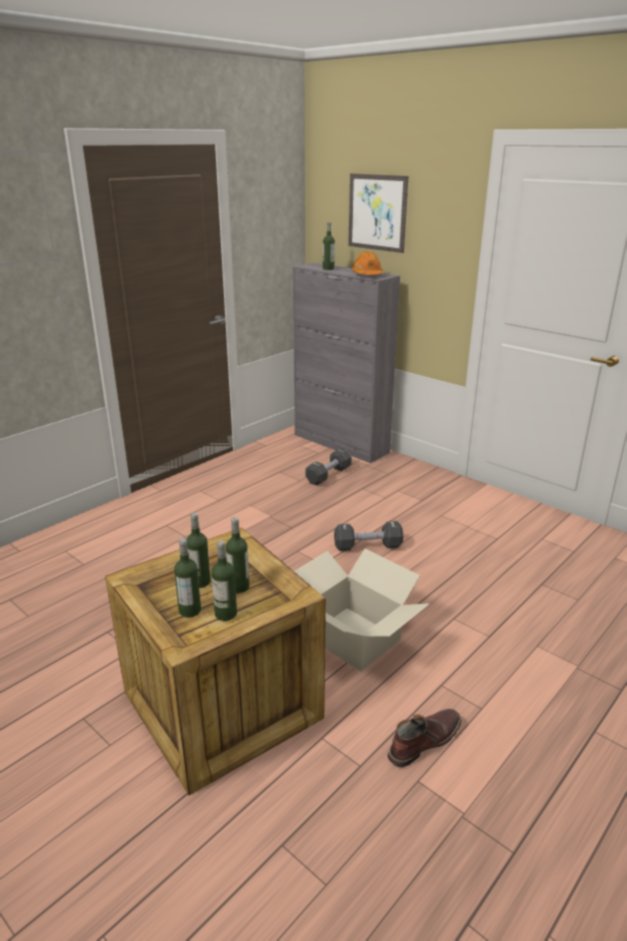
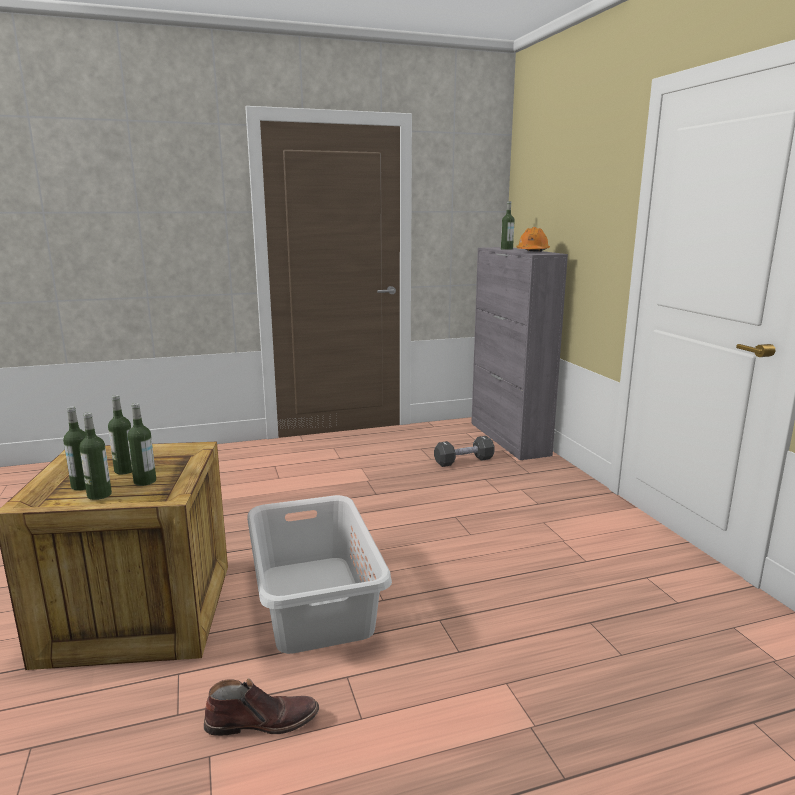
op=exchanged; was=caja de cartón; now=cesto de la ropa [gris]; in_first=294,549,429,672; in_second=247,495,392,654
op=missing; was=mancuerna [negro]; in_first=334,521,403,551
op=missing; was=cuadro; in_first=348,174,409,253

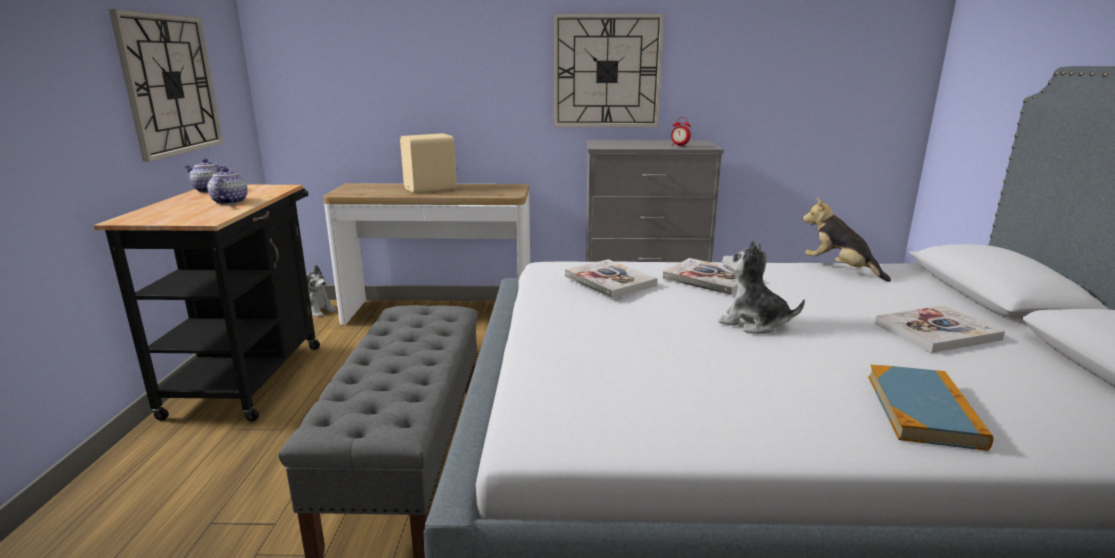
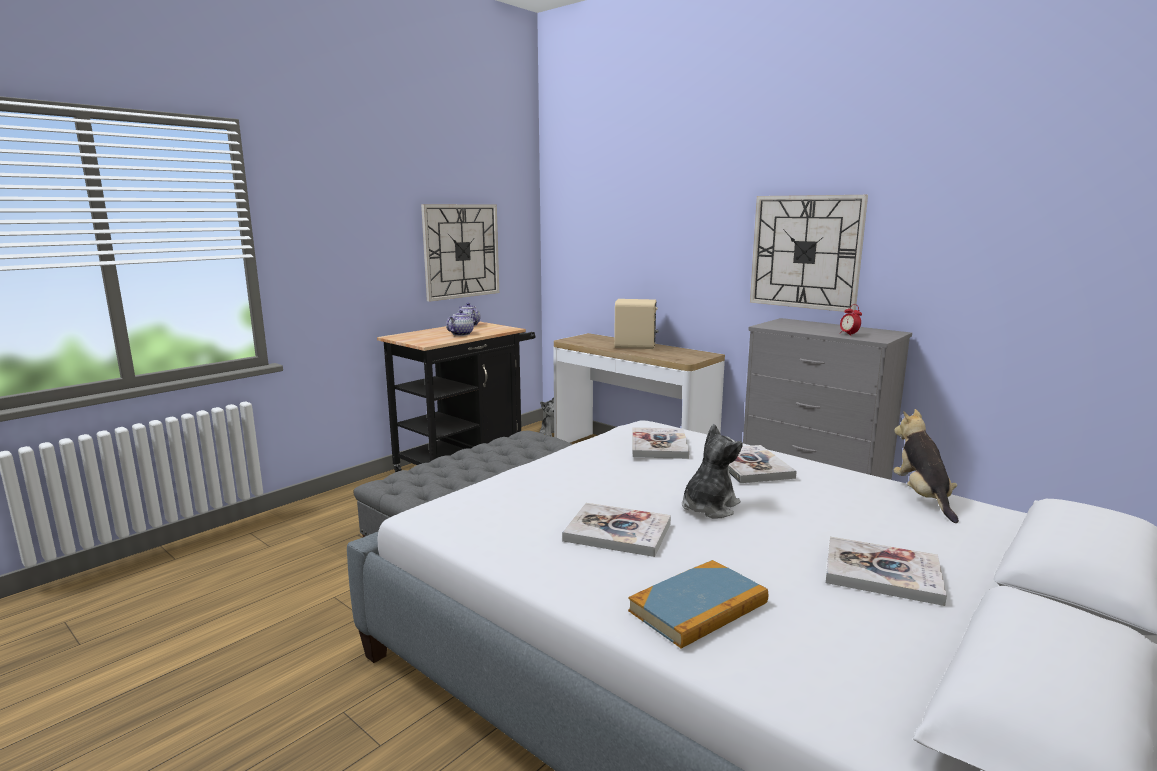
op=appeared; now=libro; in_second=562,503,671,557
op=spun; was=peluche; in_first=718,240,805,334; in_second=682,424,743,518; clockwise=60

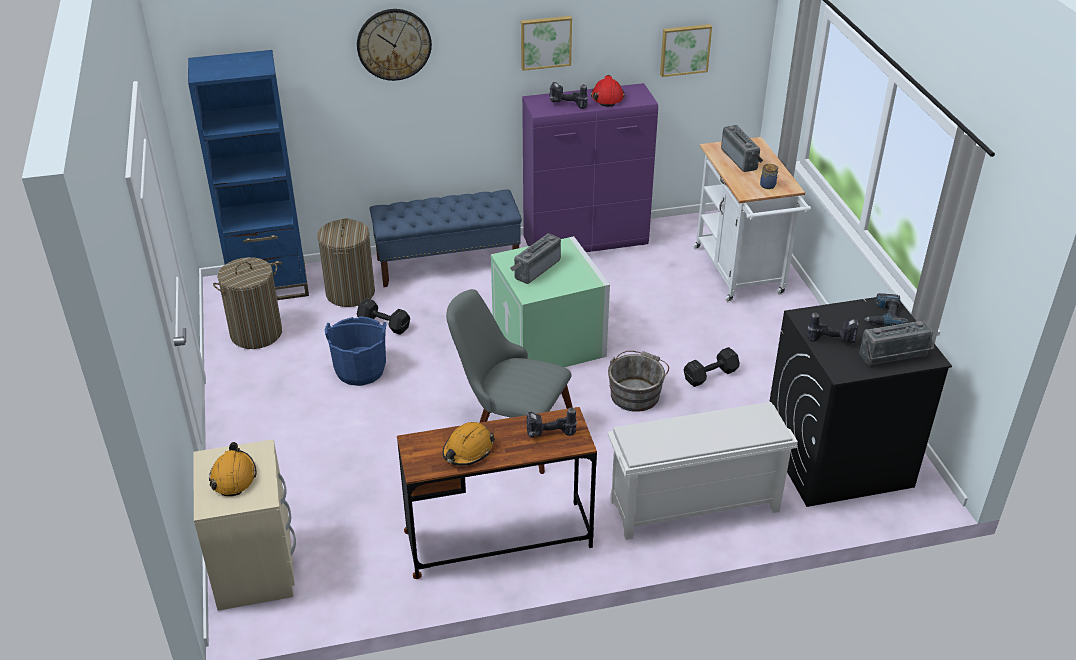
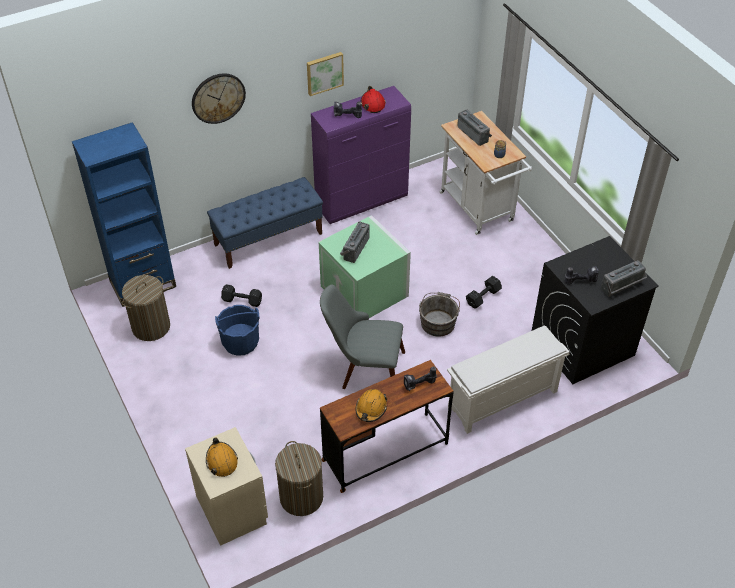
op=relocated; was=cesto de la ropa; in_first=317,218,375,307; in_second=275,441,323,516
op=missing; was=cuadro; in_first=660,24,712,77
op=missing; was=taladro; in_first=865,293,909,326

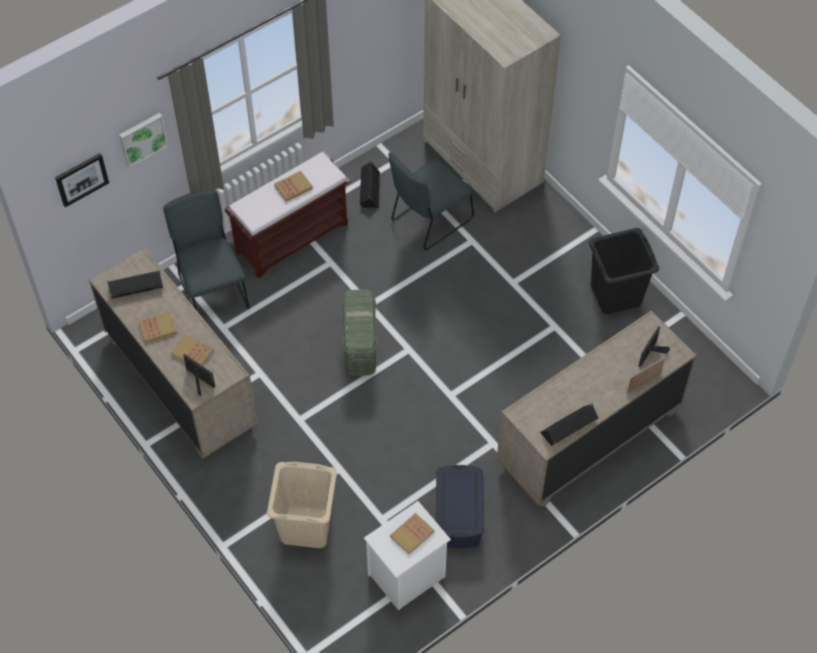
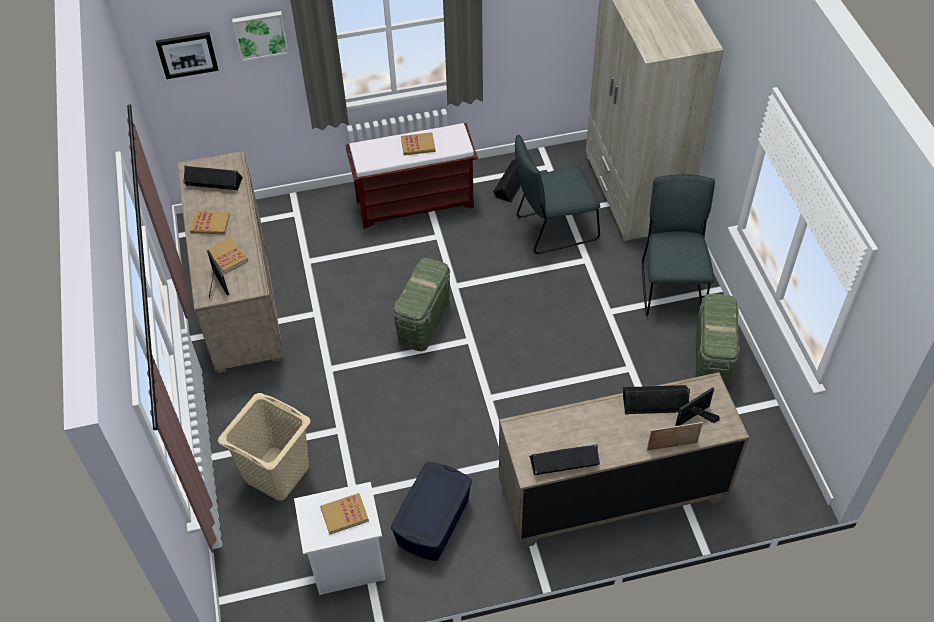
op=appeared; now=altavoz [negro]; in_second=623,385,690,414
op=relocated; was=silla [gris]; in_first=163,190,250,310; in_second=642,174,715,316
op=exchanged; was=cesto de la ropa [negro]; now=caja de almacenaje [verde]; in_first=589,228,659,314; in_second=695,294,740,388

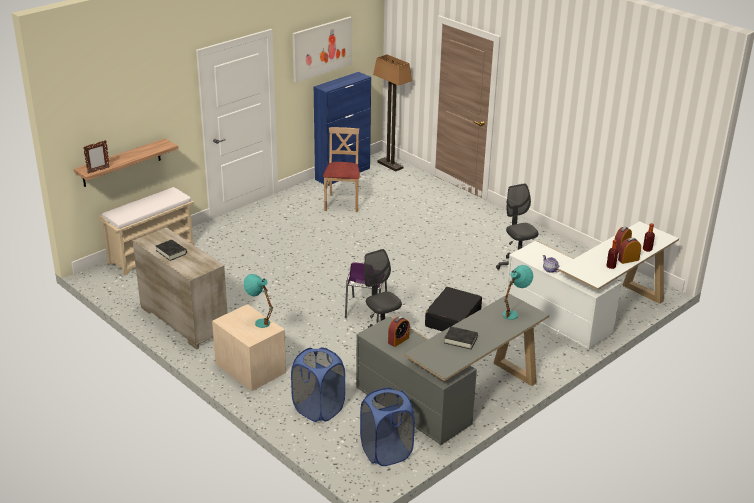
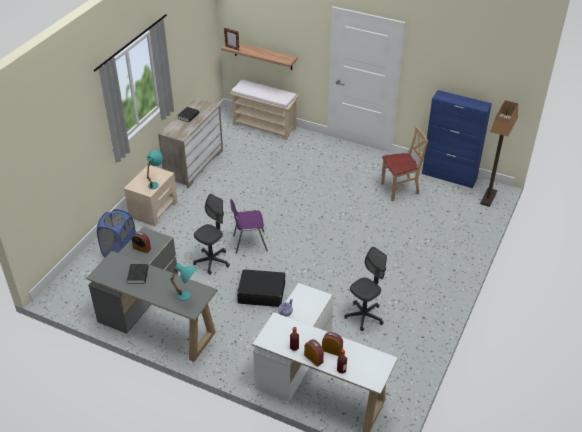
op=missing; was=cuadro; in_first=292,17,352,83
op=missing; was=cesto de la ropa [azul]; in_first=360,387,415,466

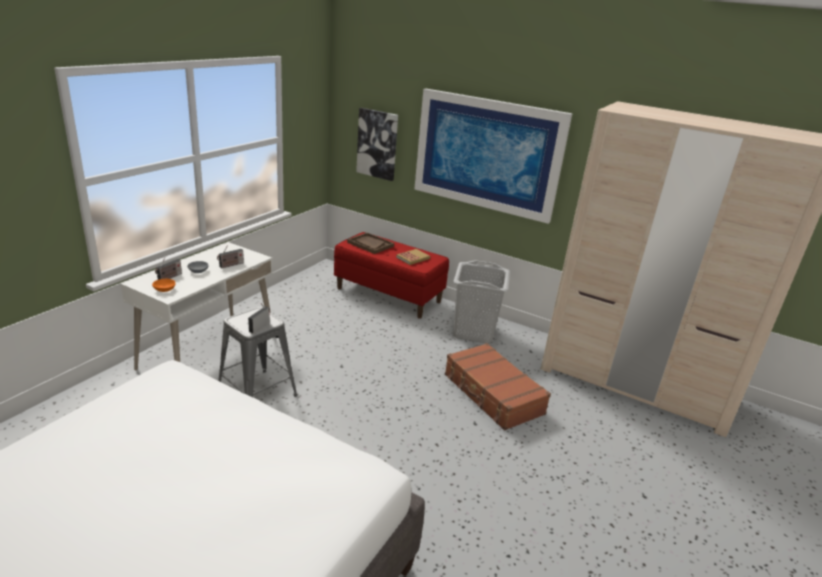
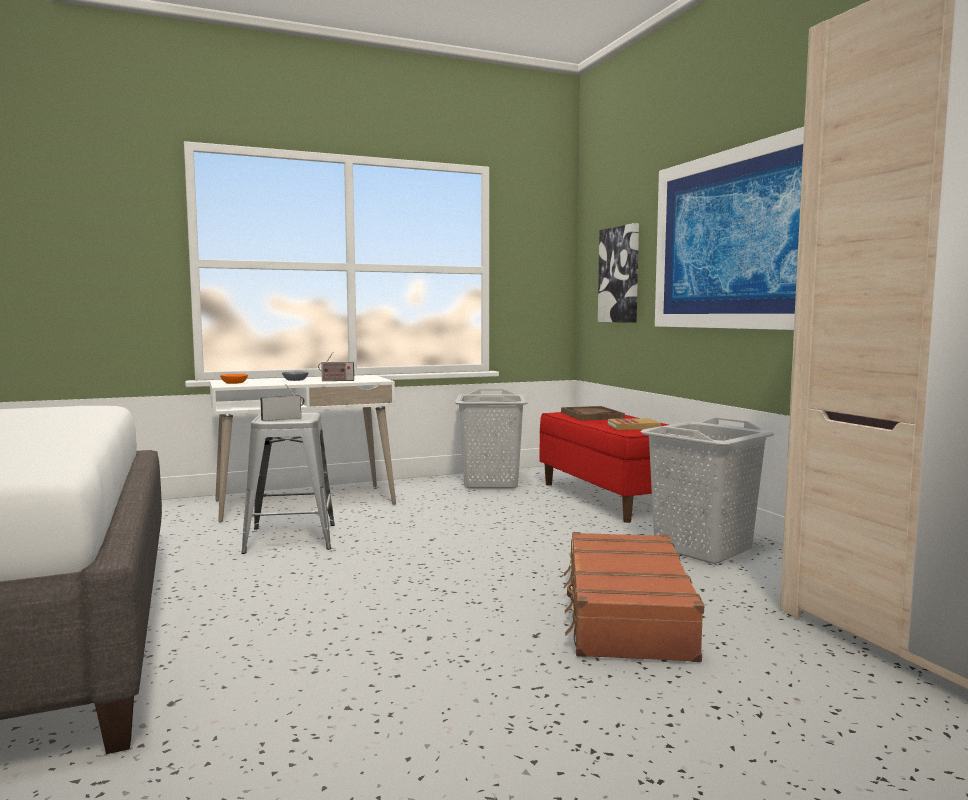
op=appeared; now=cesto de la ropa [gris]; in_second=455,389,527,489
op=missing; was=radio; in_first=155,257,182,280

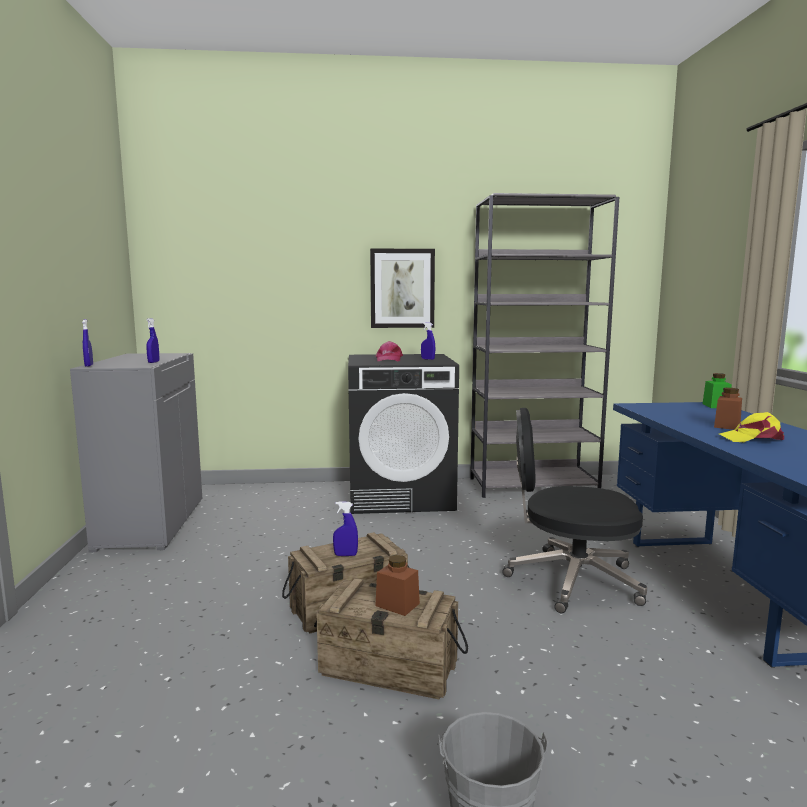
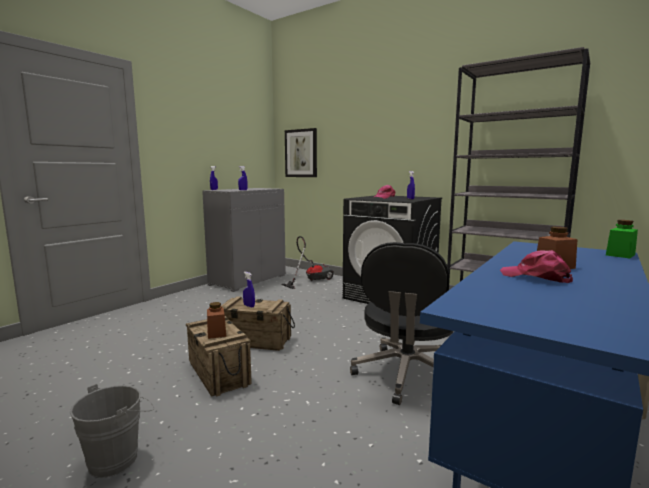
op=appeared; now=aspiradora; in_second=281,236,334,289
op=relocated; was=cuadro; in_first=370,248,435,328; in_second=285,128,317,177
op=spun; was=silla de oficina [negro]; in_first=502,408,647,613; in_second=350,242,453,405; clockwise=-120
op=colour; was=gorra [amarillo]; now=gorra [rosa]; in_first=720,412,784,442; in_second=500,250,573,283

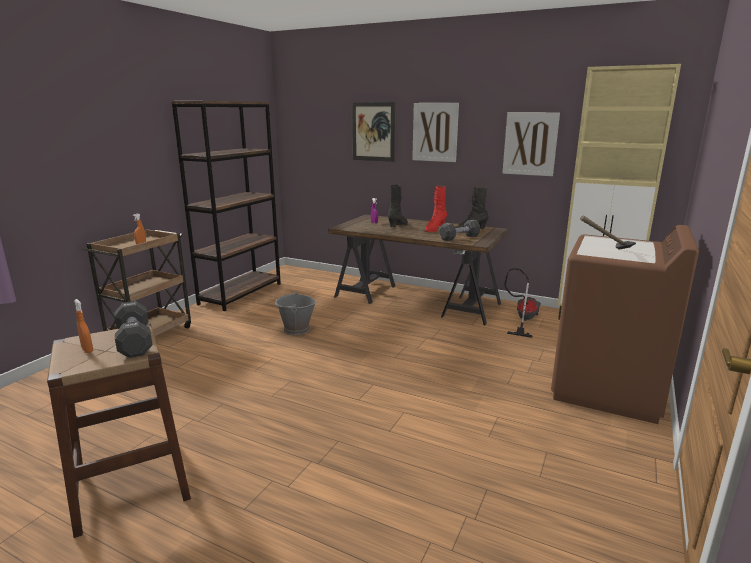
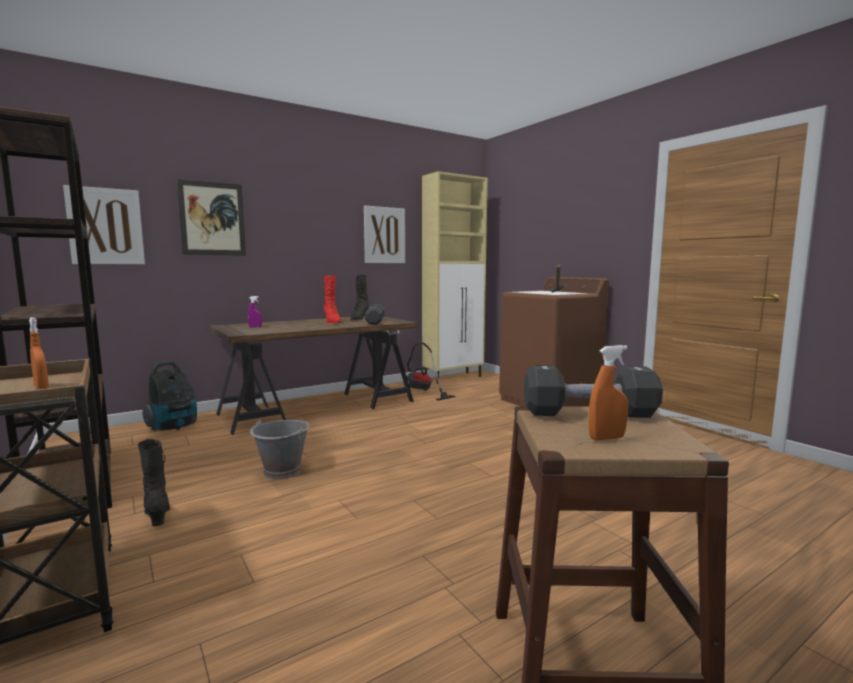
op=relocated; was=cuadro; in_first=412,103,459,162; in_second=63,185,145,264
op=relocated; was=bota [negro]; in_first=388,184,408,227; in_second=138,438,170,527
op=appeared; now=aspiradora; in_second=143,361,197,431

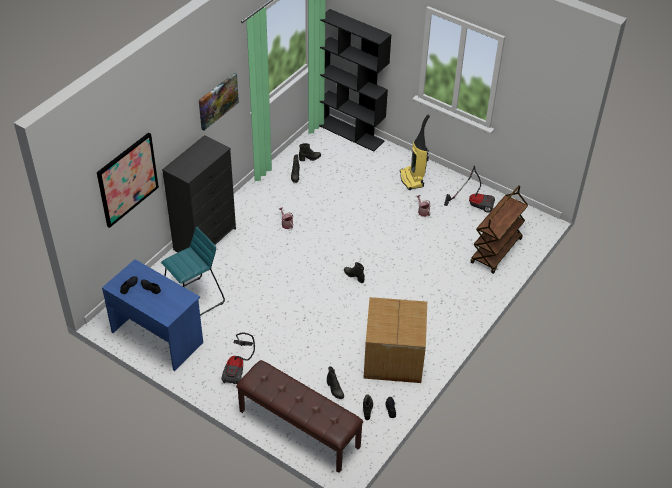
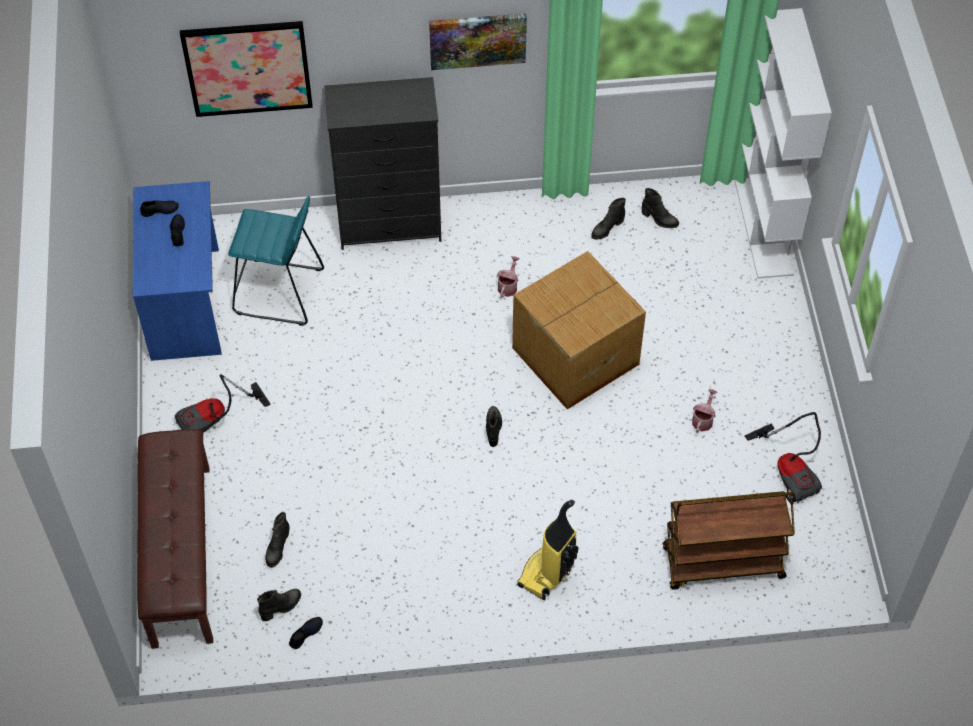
op=relocated; was=caja de cartón; in_first=363,297,427,383; in_second=512,251,646,410
op=relocated; was=aspiradora; in_first=400,114,430,190; in_second=517,500,578,600
op=colour; was=estantería [negro]; now=estantería [blanco]; in_first=319,9,392,152; in_second=734,8,832,279

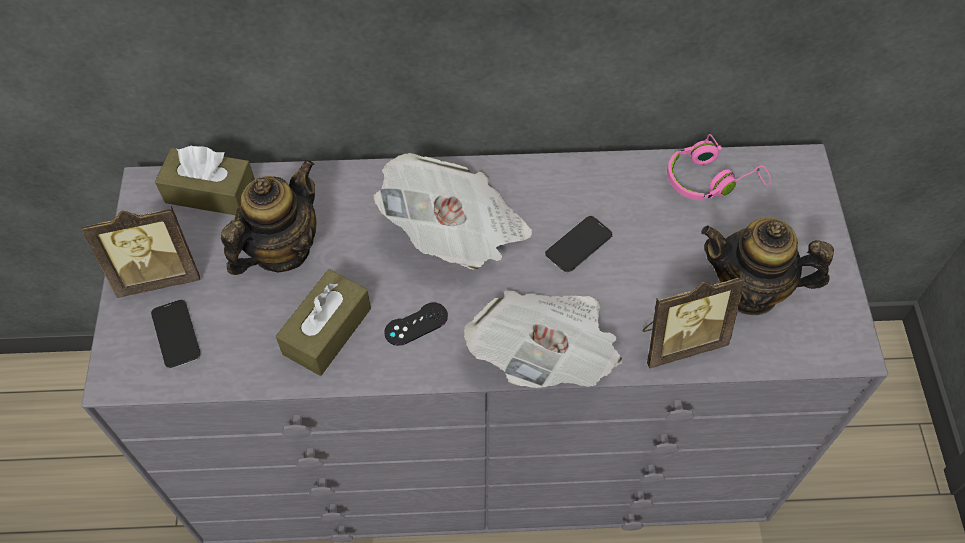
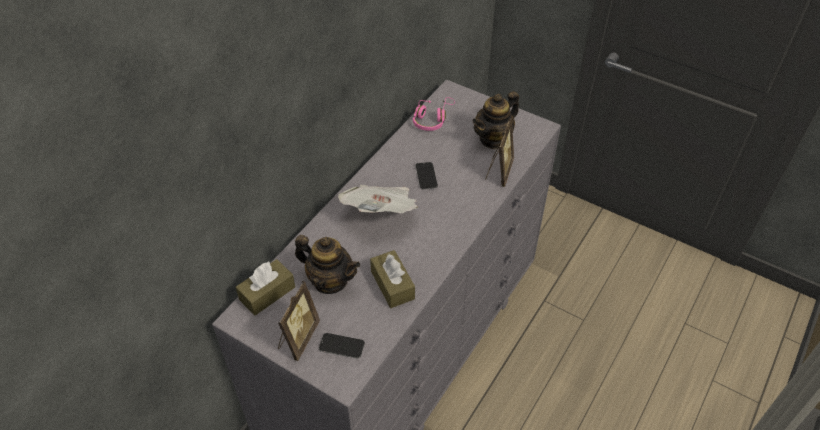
op=spun; was=tetera; in_first=221,160,316,275; in_second=295,235,360,294; clockwise=135
op=missing; was=mando de consola [negro]; in_first=384,302,448,346
op=missing; was=periódico; in_first=464,290,622,388

